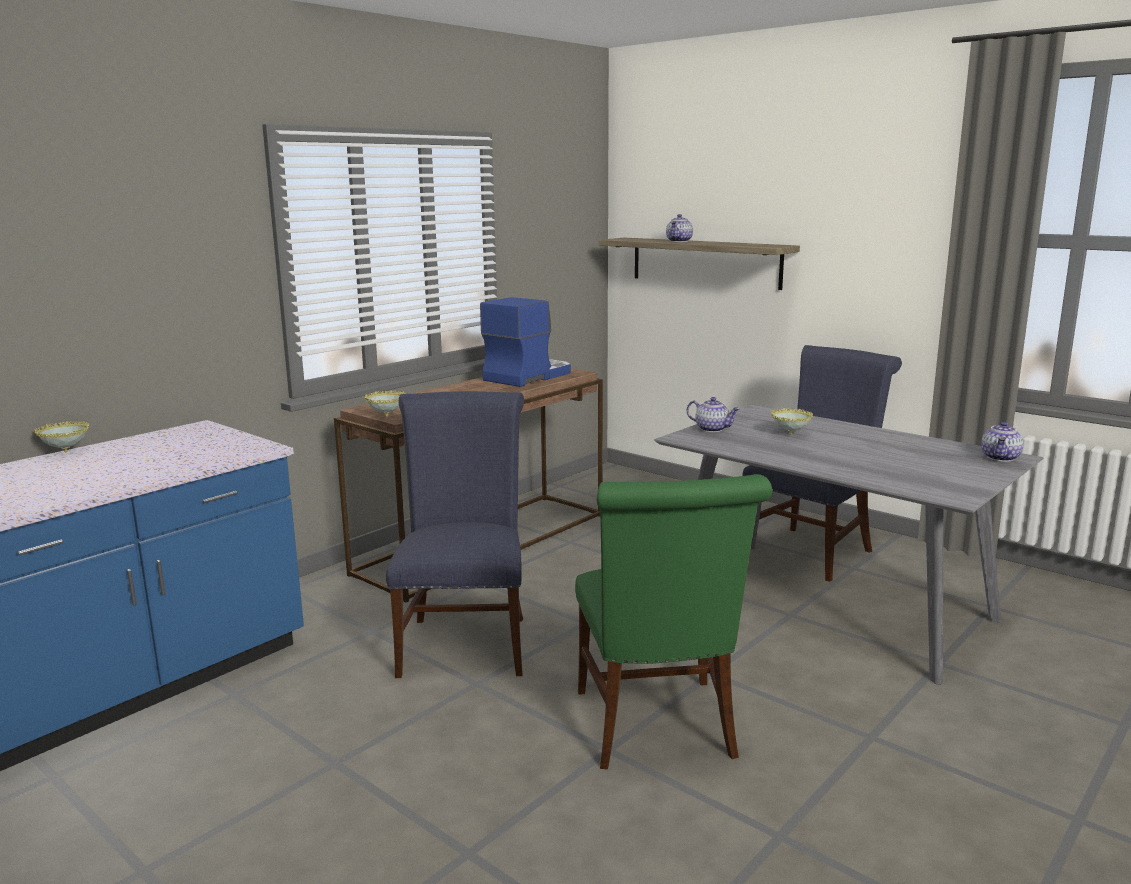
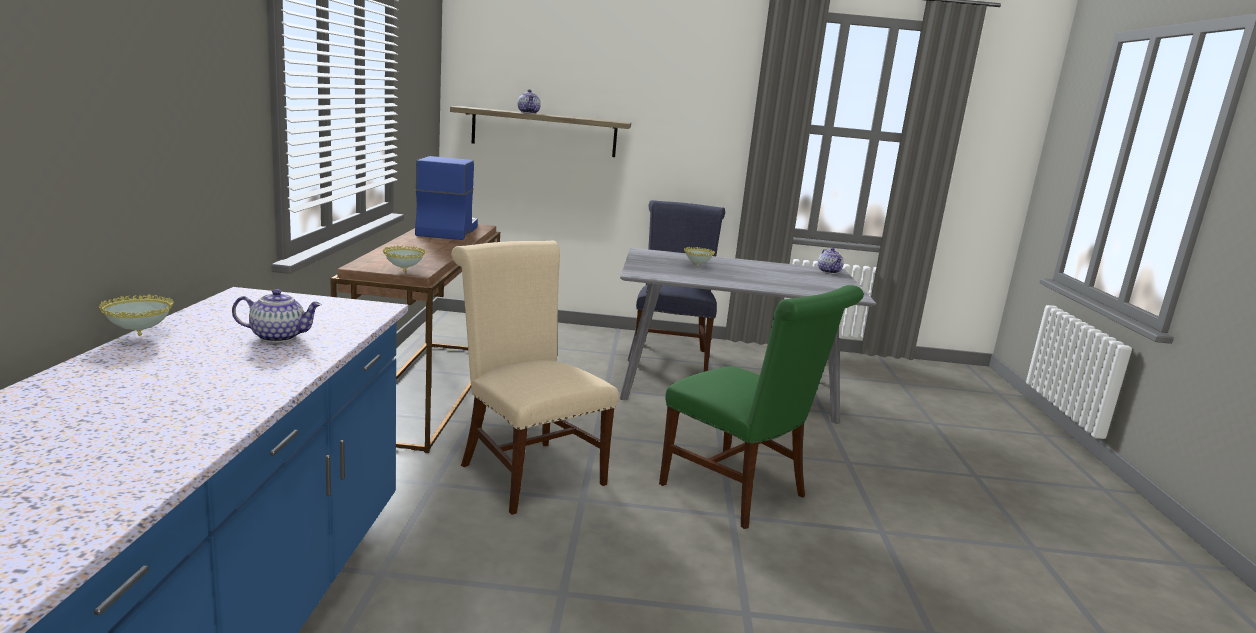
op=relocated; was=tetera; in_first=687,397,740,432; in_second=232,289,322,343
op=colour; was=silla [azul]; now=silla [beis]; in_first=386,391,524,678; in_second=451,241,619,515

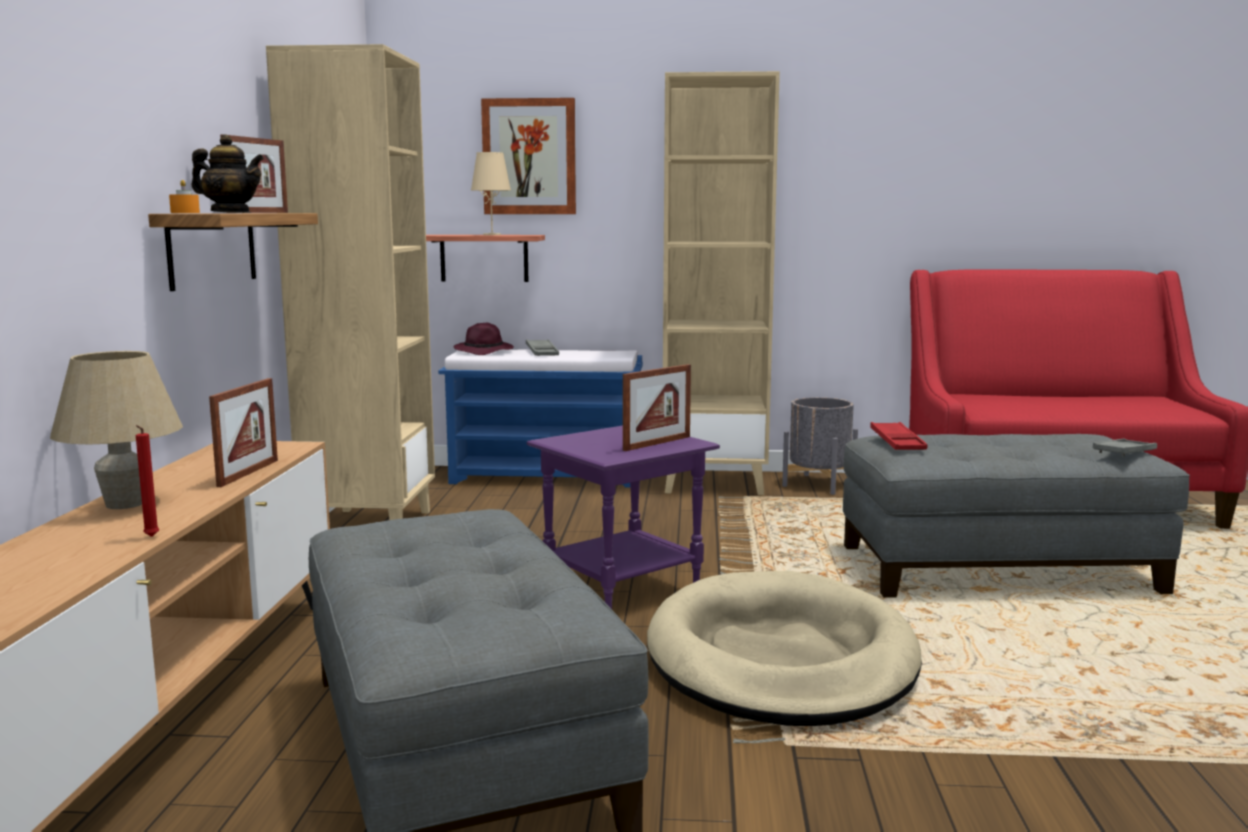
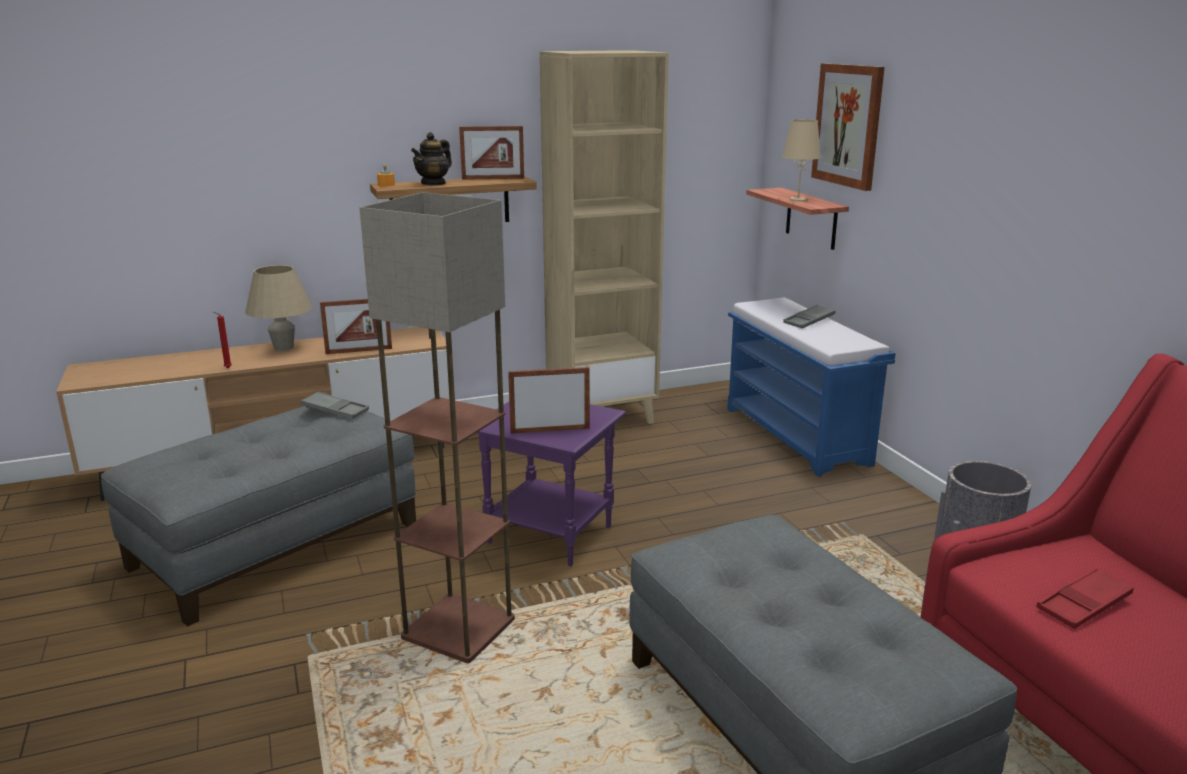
op=relocated; was=bandeja [gris]; in_first=1093,439,1157,457; in_second=300,392,369,419
op=exchanged; was=cama para perro [beis]; now=lámpara de pie; in_first=647,571,922,726; in_second=359,192,515,663
op=spun; was=tetera; in_first=192,135,264,213; in_second=411,132,452,186; clockwise=45
op=spun; was=portarretratos; in_first=623,364,691,451; in_second=508,367,590,434; clockwise=150
op=relocated; was=bandeja [rojo]; in_first=870,422,928,450; in_second=1036,568,1134,629
op=missing; was=sombrero [morado]; in_first=453,323,514,355
op=missing; was=estantería [beis]; in_first=663,71,780,495

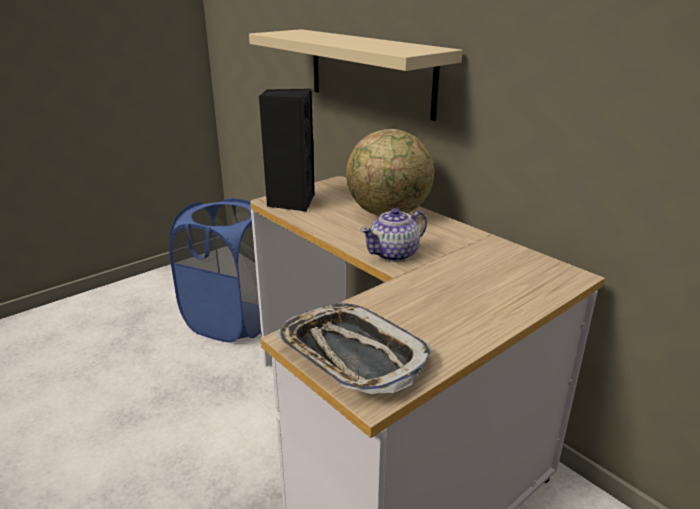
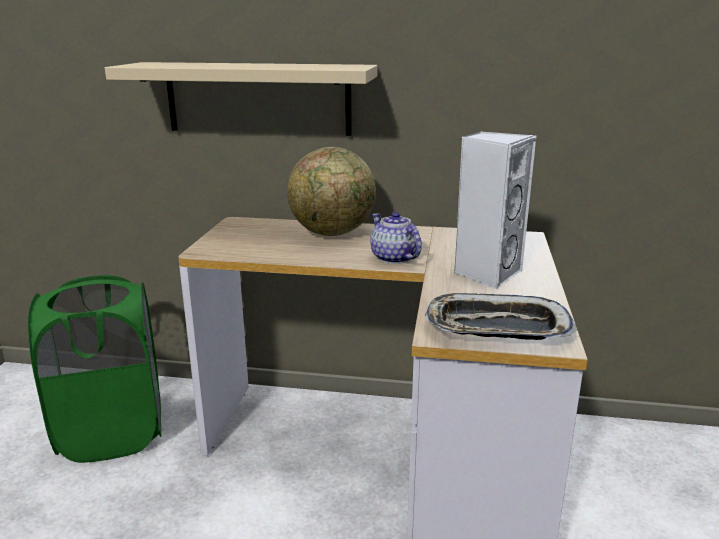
op=colour; was=cesto de la ropa [azul]; now=cesto de la ropa [verde]; in_first=169,198,261,343; in_second=28,275,161,463
op=spun; was=tetera; in_first=360,208,427,262; in_second=370,212,422,264; clockwise=135
op=appeared; now=altavoz [blanco]; in_second=454,131,536,289
op=missing; was=altavoz [negro]; in_first=259,89,315,212

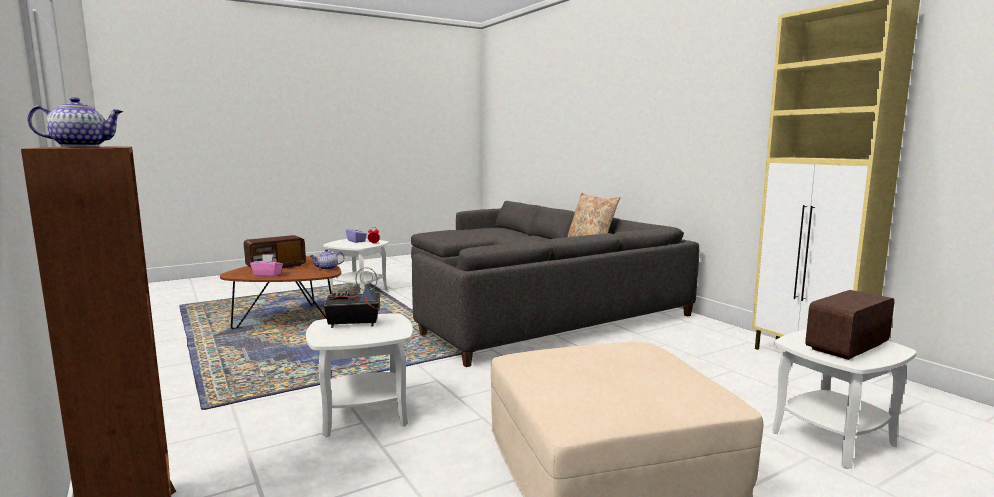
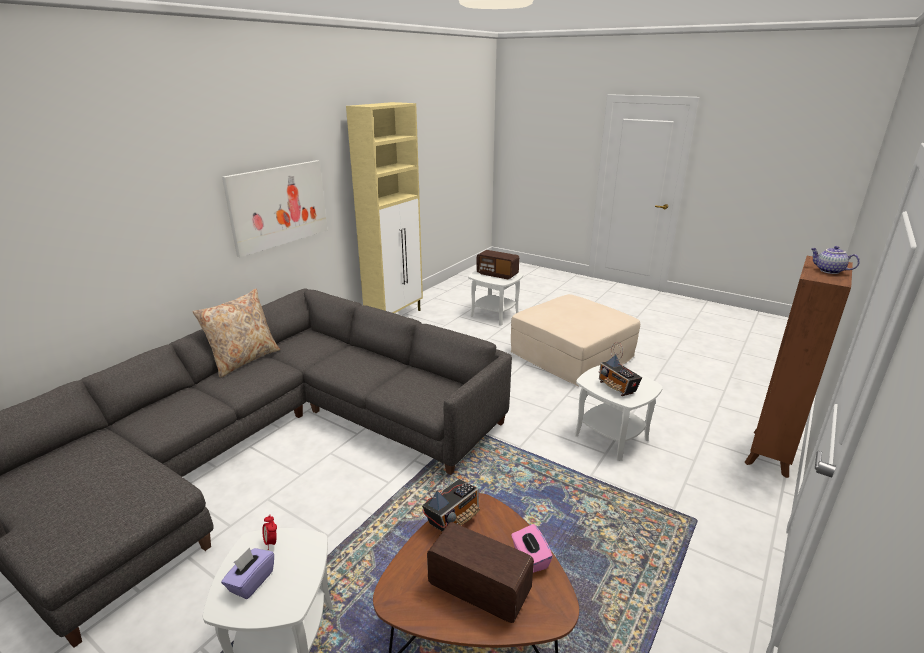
op=appeared; now=cuadro; in_second=222,160,327,257
op=exchanged; was=tetera; now=radio; in_first=310,249,344,270; in_second=422,473,480,532

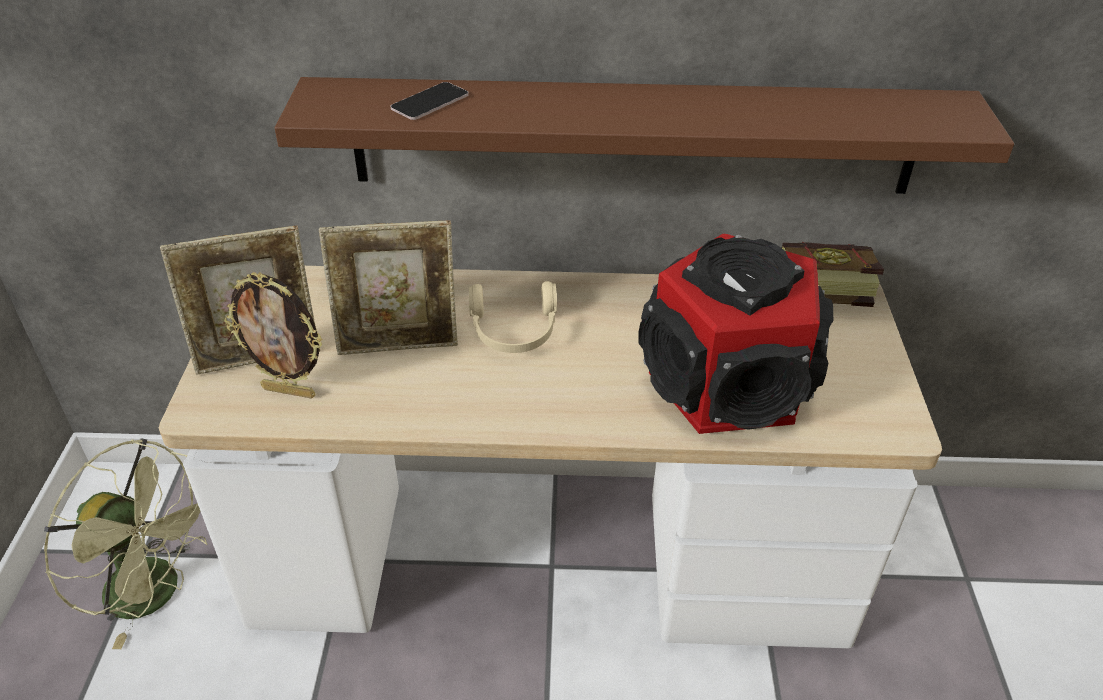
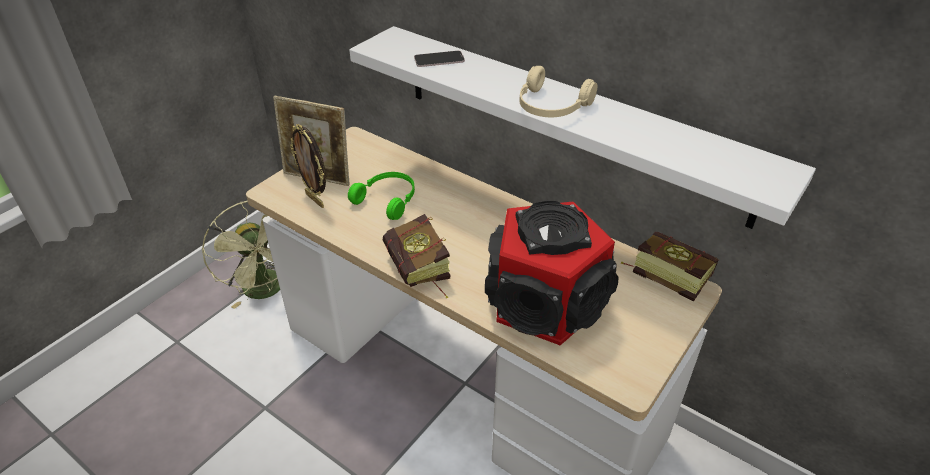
op=exchanged; was=portarretratos; now=auriculares [verde]; in_first=319,220,458,355; in_second=348,172,415,220
op=colour; was=estante [marrón]; now=estante [blanco]; in_first=275,77,1014,194; in_second=349,26,816,229
op=appeared; now=libro; in_second=383,214,451,299
op=relocated; was=auriculares [beis]; in_first=469,281,557,353; in_second=519,66,597,117

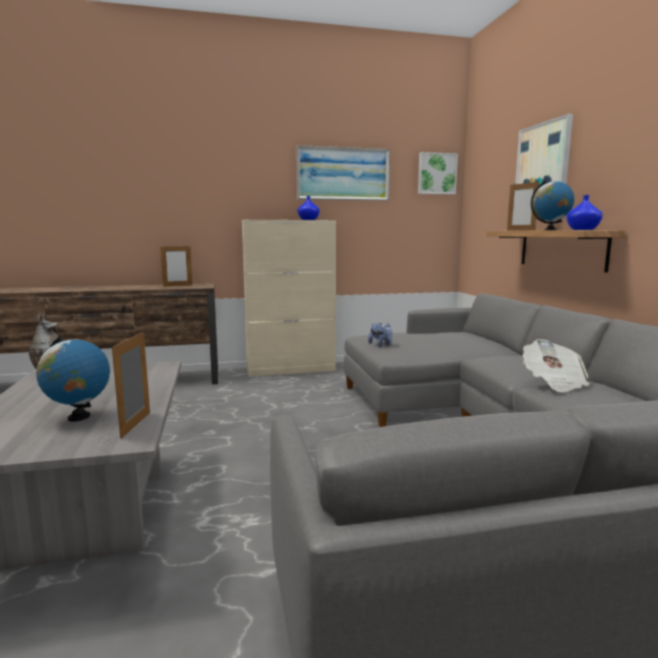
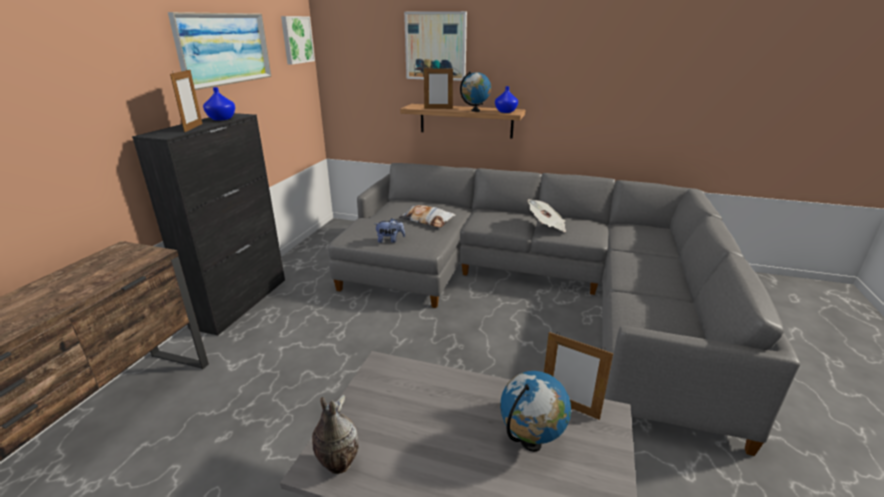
op=colour; was=armario [beis]; now=armario [negro]; in_first=242,220,336,377; in_second=132,113,285,336
op=relocated; was=portarretratos; in_first=160,245,193,287; in_second=170,70,203,132
op=appeared; now=cojín; in_second=399,205,456,227

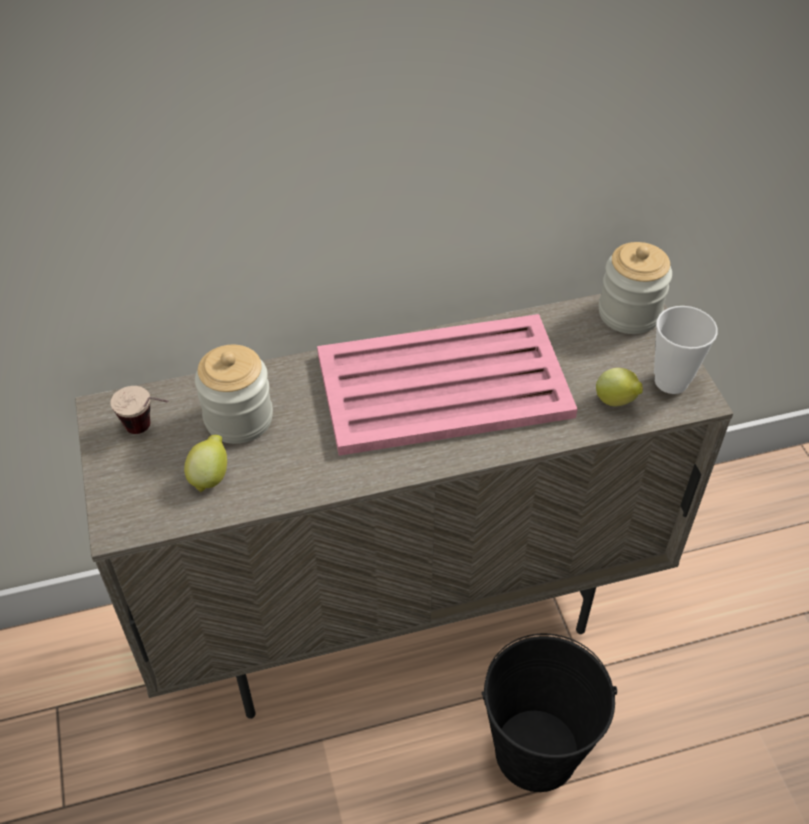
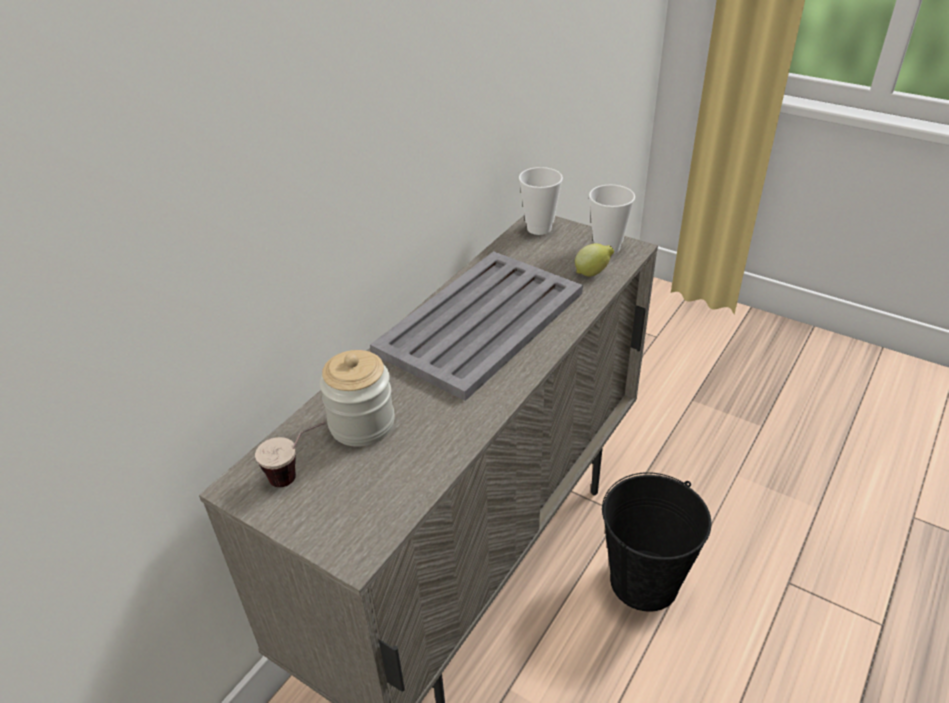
op=colour; was=bandeja [rosa]; now=bandeja [gris]; in_first=317,314,578,456; in_second=370,251,583,401
op=exchanged; was=tarro; now=taza; in_first=598,242,672,334; in_second=519,167,563,235
op=missing; was=limón; in_first=184,435,227,493

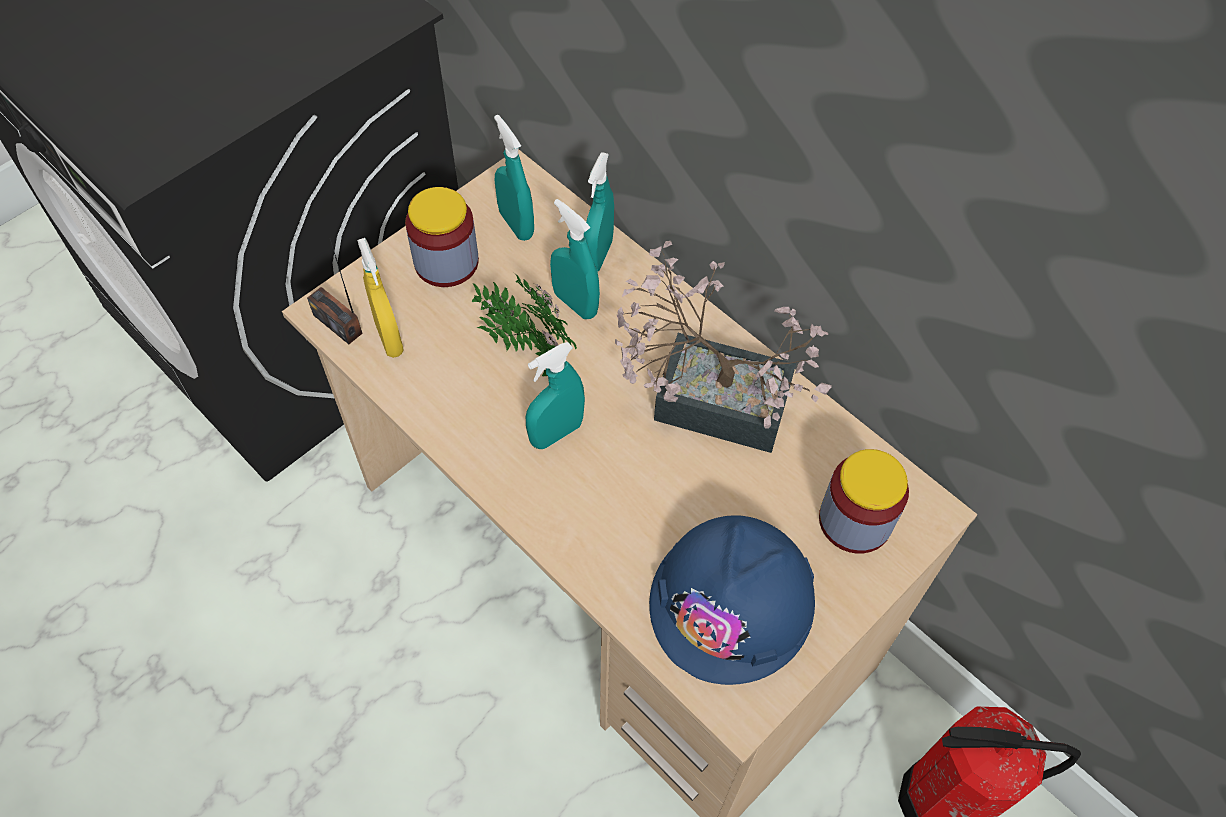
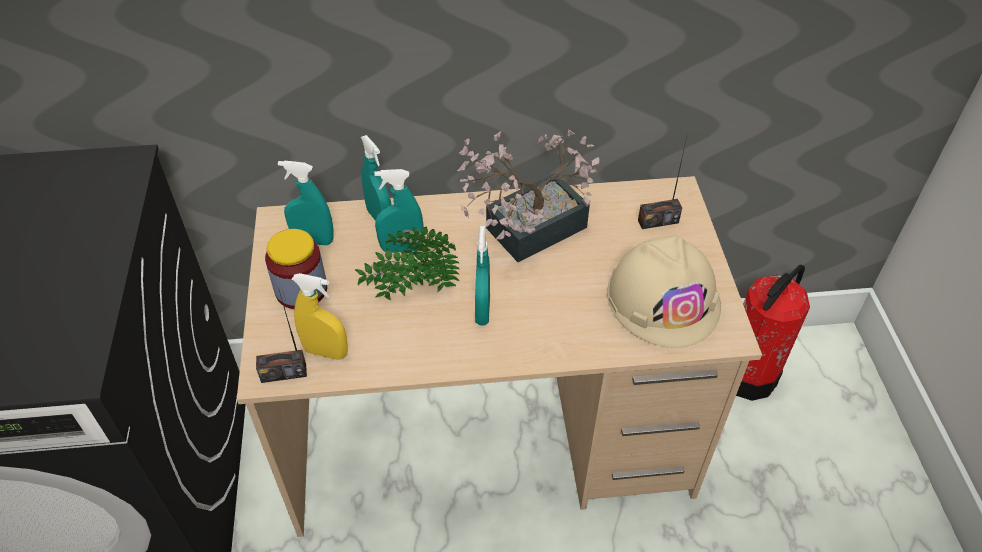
op=colour; was=casco [azul]; now=casco [beis]; in_first=649,515,815,685; in_second=607,235,721,348
op=exchanged; was=tarro; now=radio; in_first=819,449,909,554; in_second=638,137,687,229

